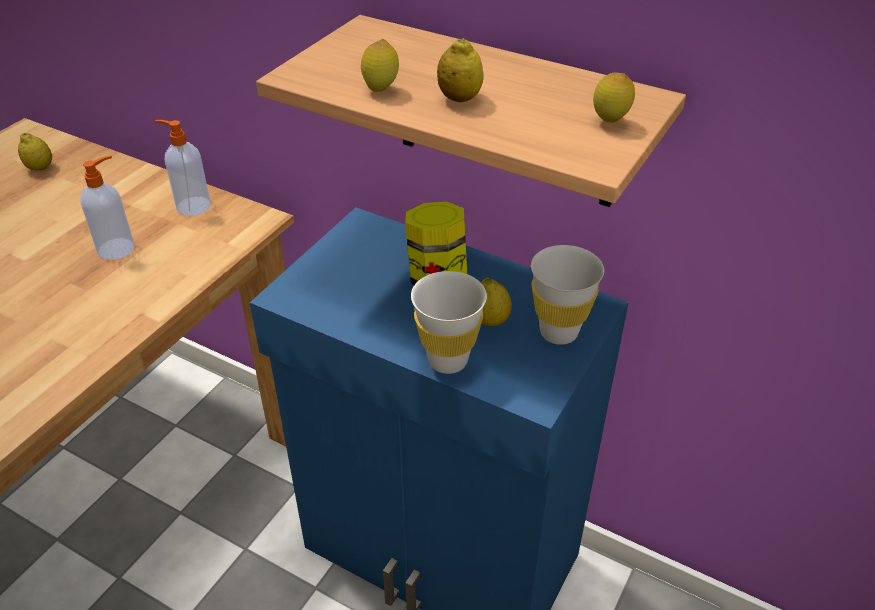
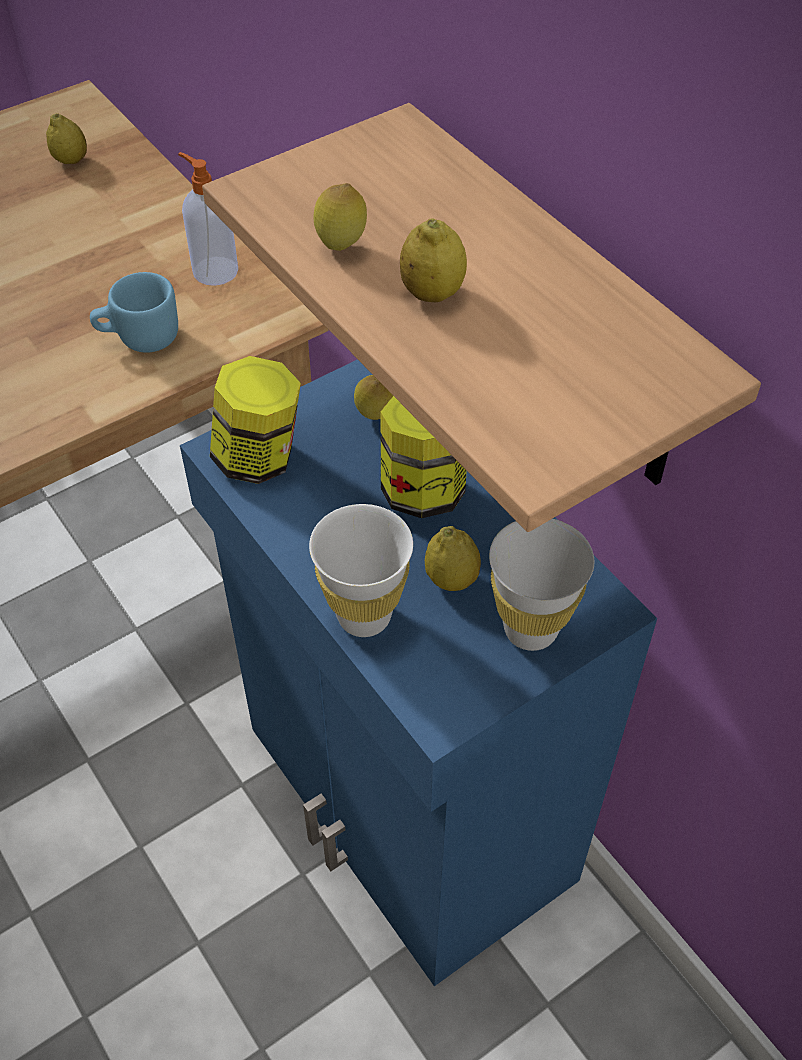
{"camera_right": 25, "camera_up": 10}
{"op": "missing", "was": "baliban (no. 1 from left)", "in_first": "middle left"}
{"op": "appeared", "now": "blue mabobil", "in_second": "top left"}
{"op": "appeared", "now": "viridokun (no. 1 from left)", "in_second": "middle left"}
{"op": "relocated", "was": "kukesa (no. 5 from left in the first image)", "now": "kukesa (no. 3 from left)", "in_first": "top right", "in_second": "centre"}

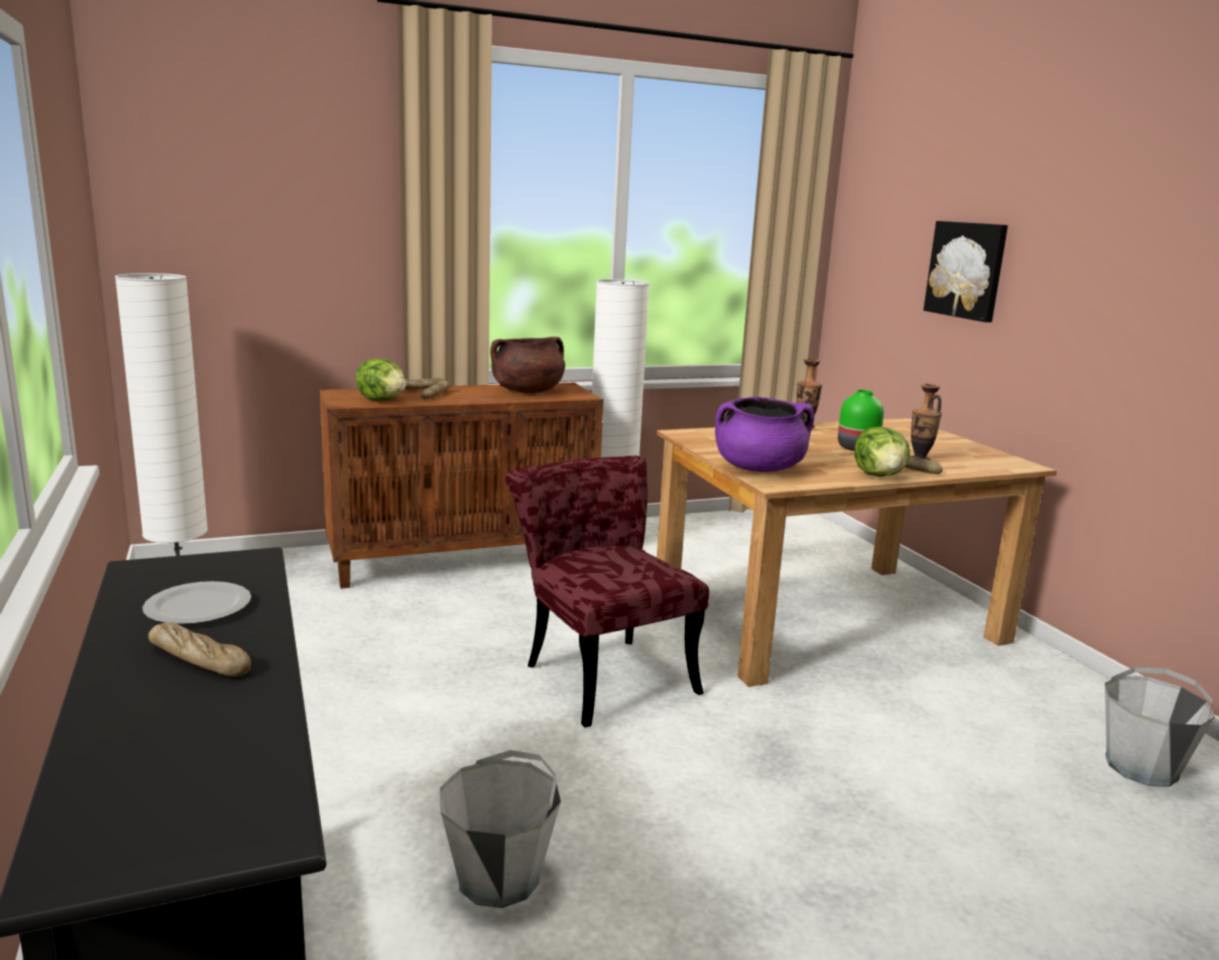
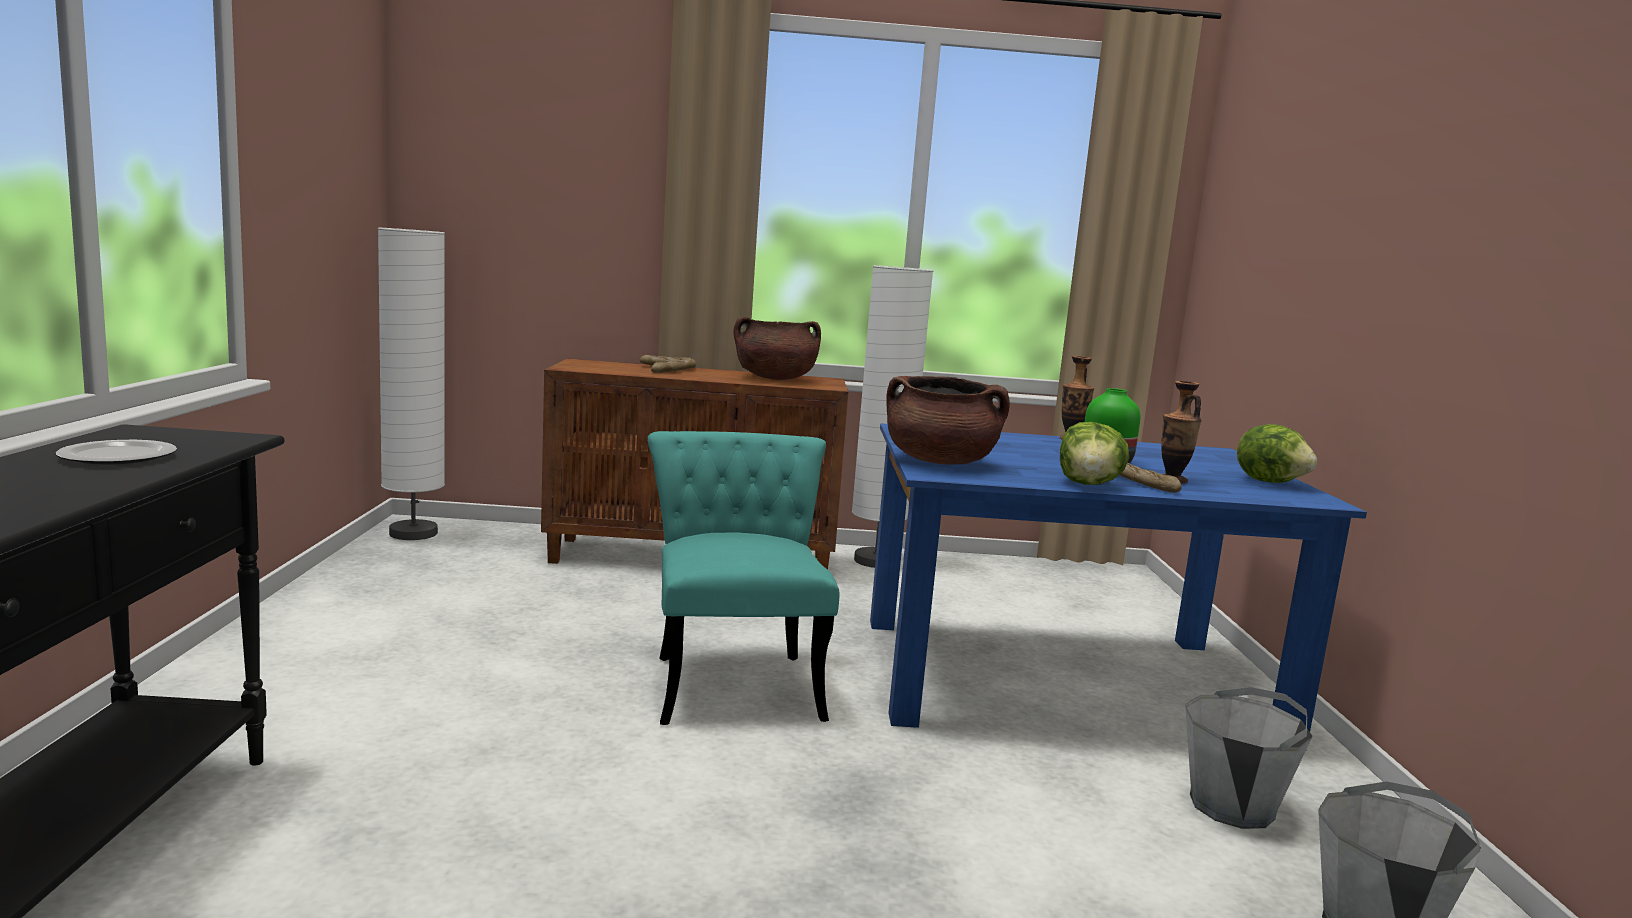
{"camera_right": 20, "camera_up": -5}
{"op": "missing", "was": "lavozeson (no. 1 from left)", "in_first": "bottom left"}
{"op": "missing", "was": "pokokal", "in_first": "top right"}
{"op": "relocated", "was": "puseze (no. 1 from left in the first image)", "now": "puseze (no. 2 from left)", "in_first": "middle left", "in_second": "middle right"}
{"op": "relocated", "was": "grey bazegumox (no. 1 from left)", "in_first": "bottom centre", "in_second": "bottom right"}
{"op": "colour", "was": "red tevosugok", "now": "turquoise tevosugok", "in_first": "centre", "in_second": "centre"}
{"op": "colour", "was": "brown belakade", "now": "blue belakade", "in_first": "middle right", "in_second": "middle right"}
{"op": "colour", "was": "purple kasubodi", "now": "brown kasubodi (no. 2 from left)", "in_first": "centre", "in_second": "centre"}

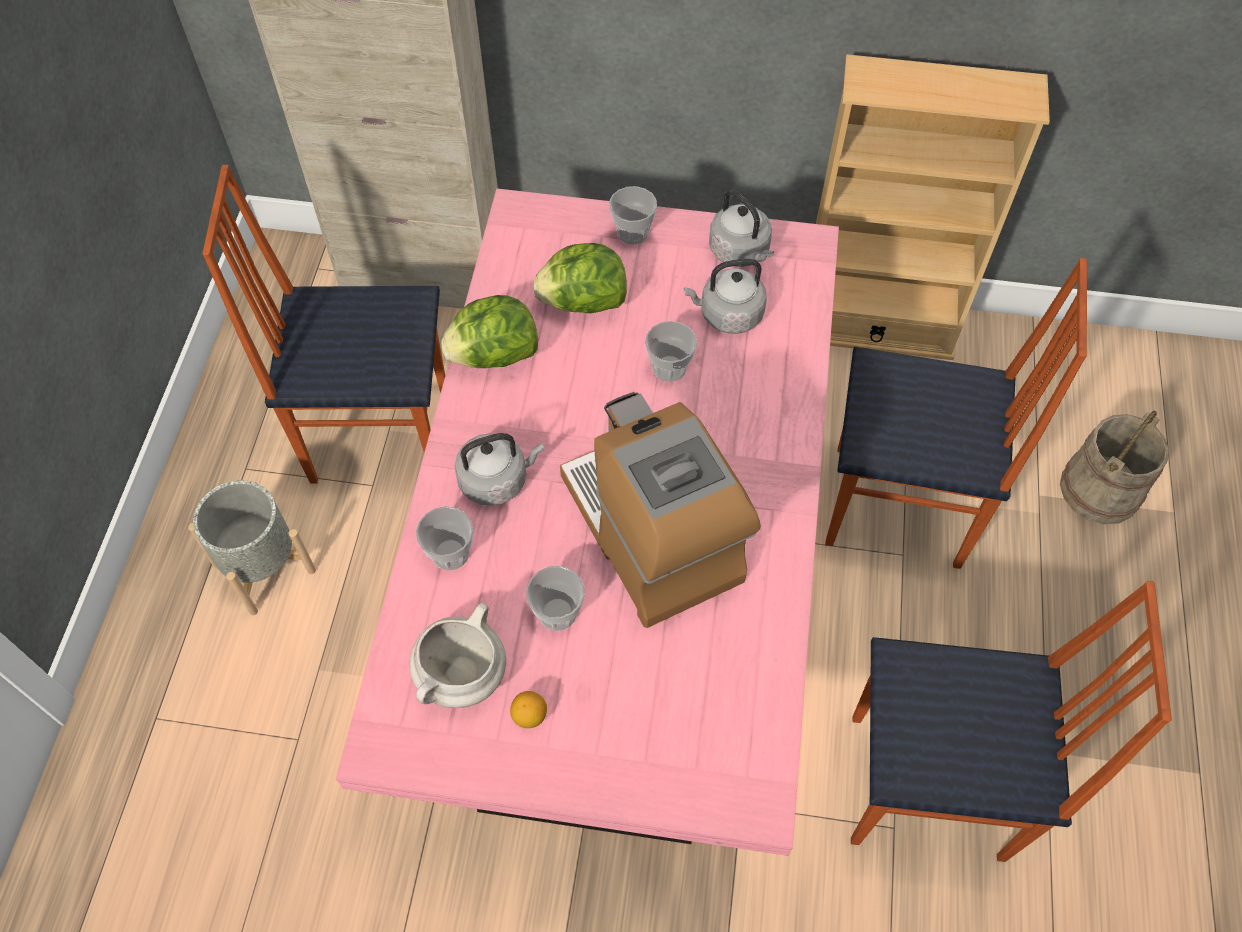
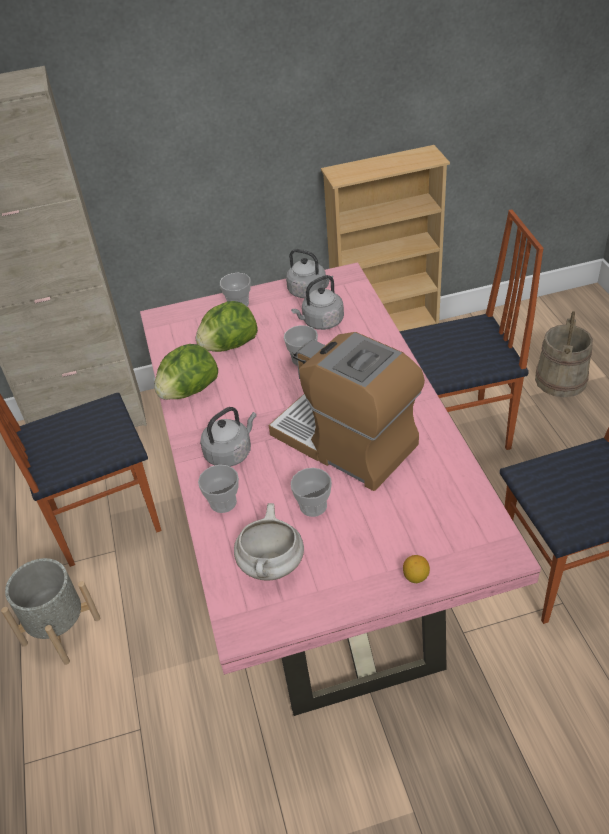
{"camera_right": -20, "camera_up": -15}
{"op": "relocated", "was": "kukesa", "in_first": "bottom centre", "in_second": "bottom right"}

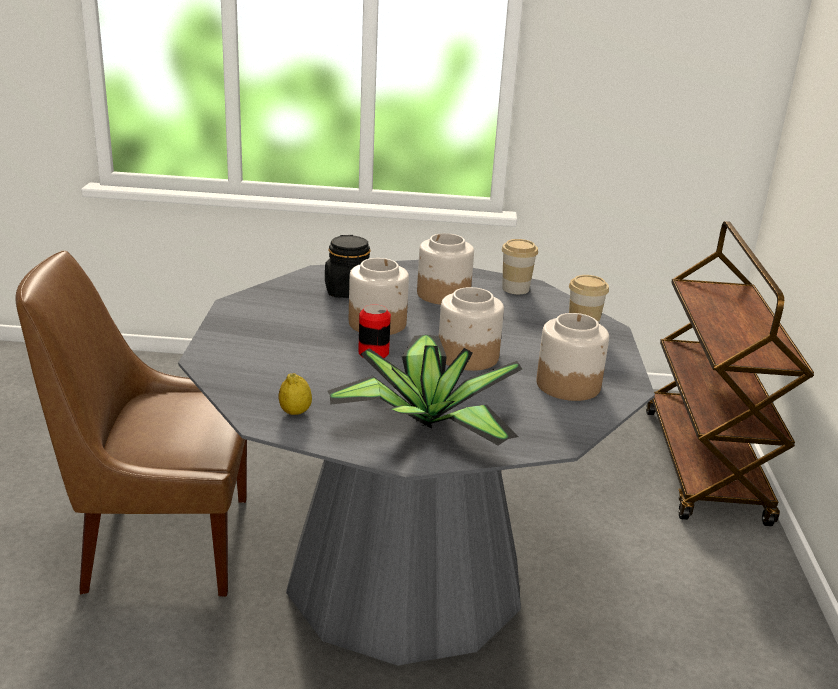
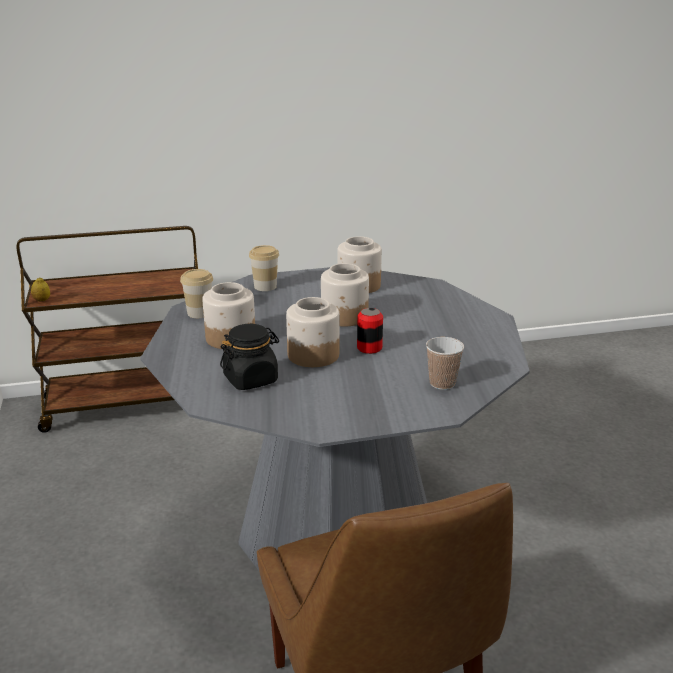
{"camera_right": -105, "camera_up": 0}
{"op": "missing", "was": "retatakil", "in_first": "centre"}
{"op": "appeared", "now": "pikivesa (no. 3 from left)", "in_second": "centre"}
{"op": "relocated", "was": "kukesa", "in_first": "centre", "in_second": "middle left"}

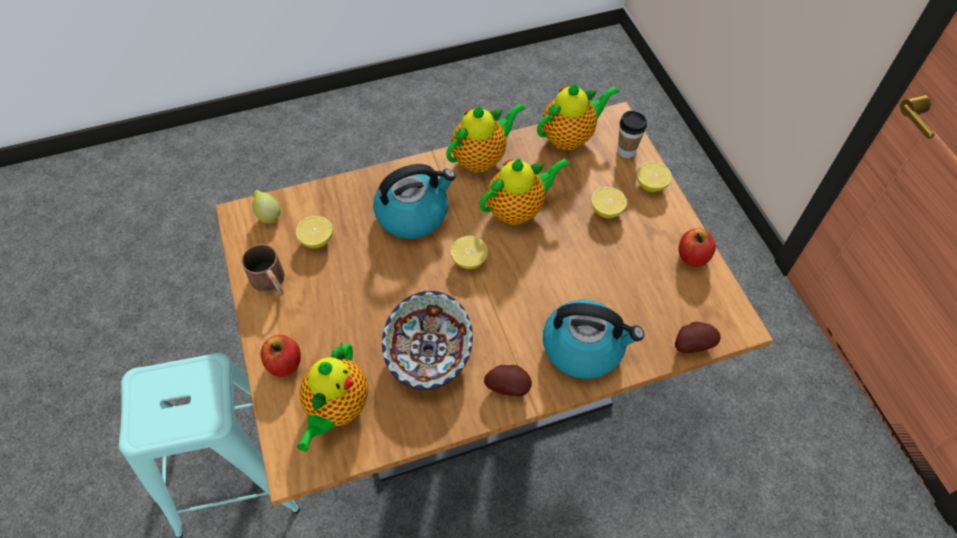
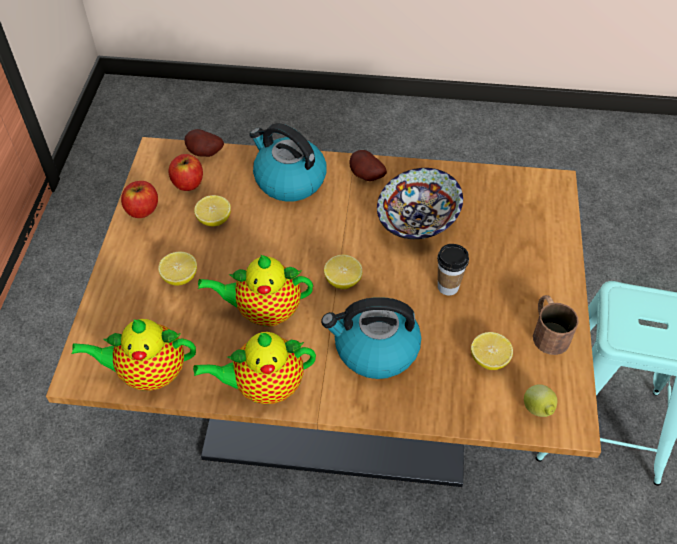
{"camera_right": -155, "camera_up": -5}
{"op": "missing", "was": "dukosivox (no. 1 from left)", "in_first": "bottom centre"}
{"op": "relocated", "was": "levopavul (no. 1 from left in the first image)", "now": "levopavul (no. 2 from left)", "in_first": "middle left", "in_second": "top left"}
{"op": "relocated", "was": "pikivesa", "in_first": "top centre", "in_second": "middle right"}
{"op": "relocated", "was": "kukesa (no. 5 from left in the first image)", "now": "kukesa (no. 2 from left)", "in_first": "top right", "in_second": "middle left"}

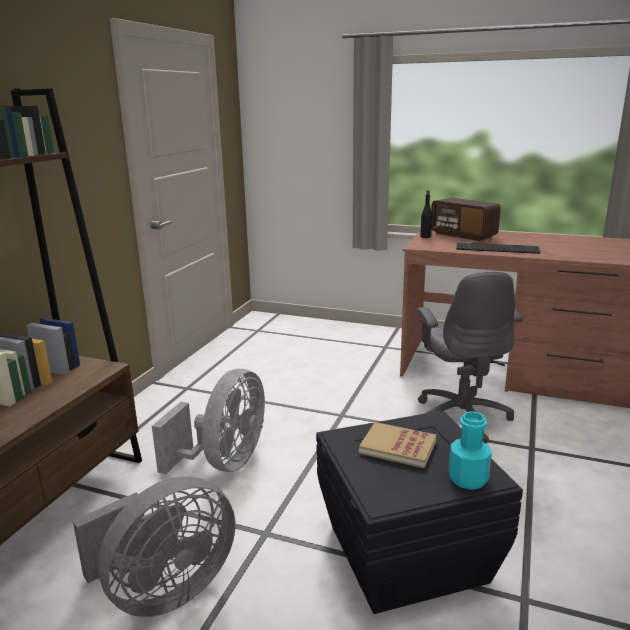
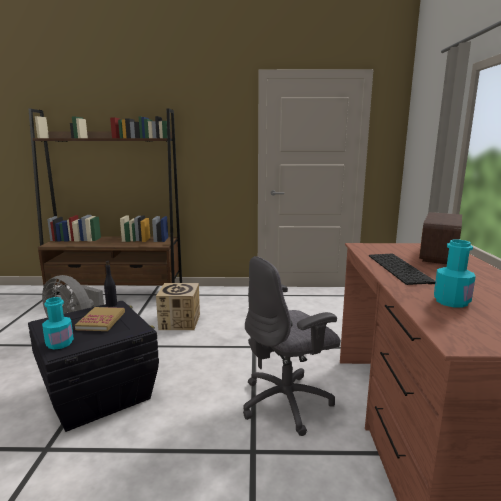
{"camera_right": 70, "camera_up": -5}
{"op": "appeared", "now": "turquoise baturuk (no. 2 from left)", "in_second": "middle right"}
{"op": "relocated", "was": "black baturuk", "in_first": "middle right", "in_second": "middle left"}
{"op": "exchanged", "was": "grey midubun (no. 2 from left)", "now": "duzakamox", "in_first": "bottom left", "in_second": "centre"}

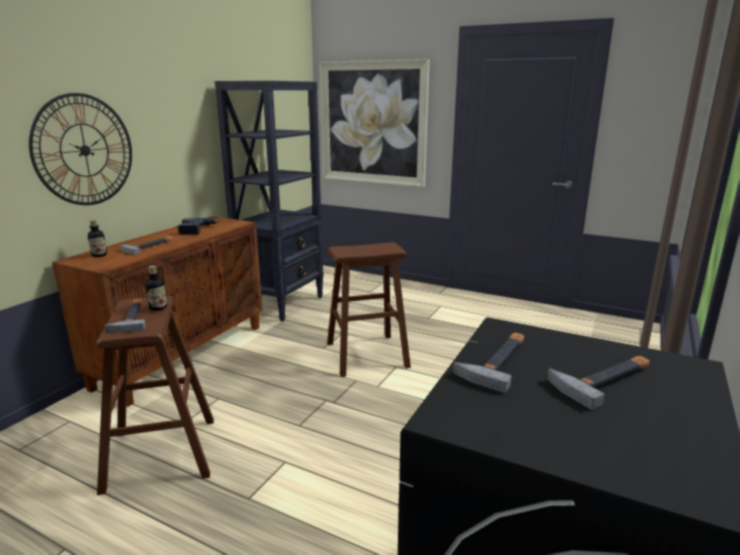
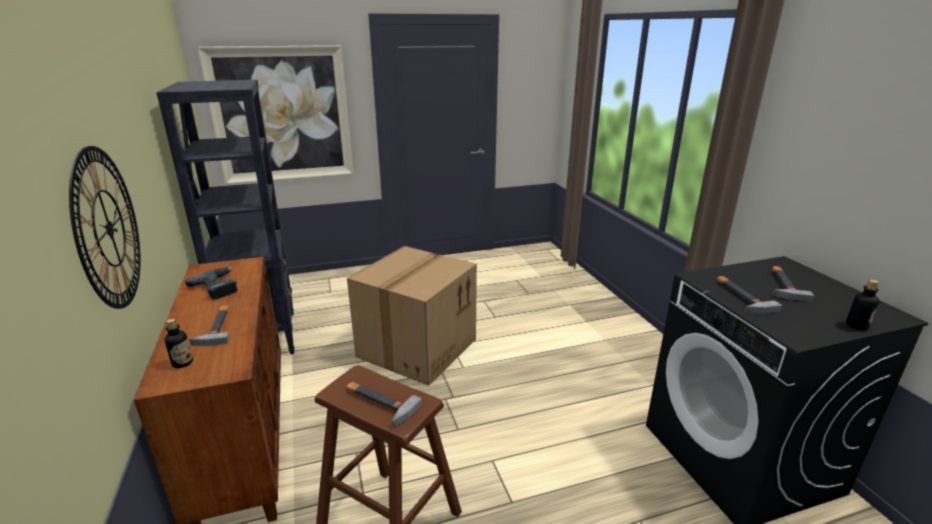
{"camera_right": -45, "camera_up": 5}
{"op": "relocated", "was": "baturuk (no. 2 from left)", "in_first": "middle left", "in_second": "middle right"}
{"op": "exchanged", "was": "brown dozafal (no. 2 from left)", "now": "duzakamox", "in_first": "centre", "in_second": "centre"}

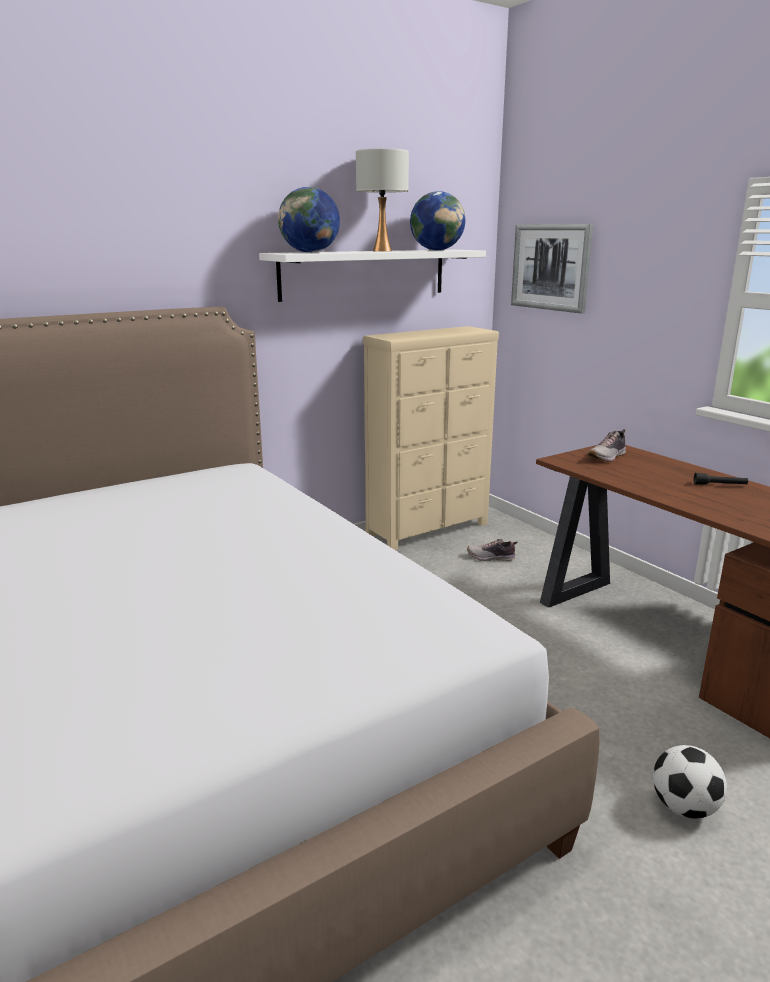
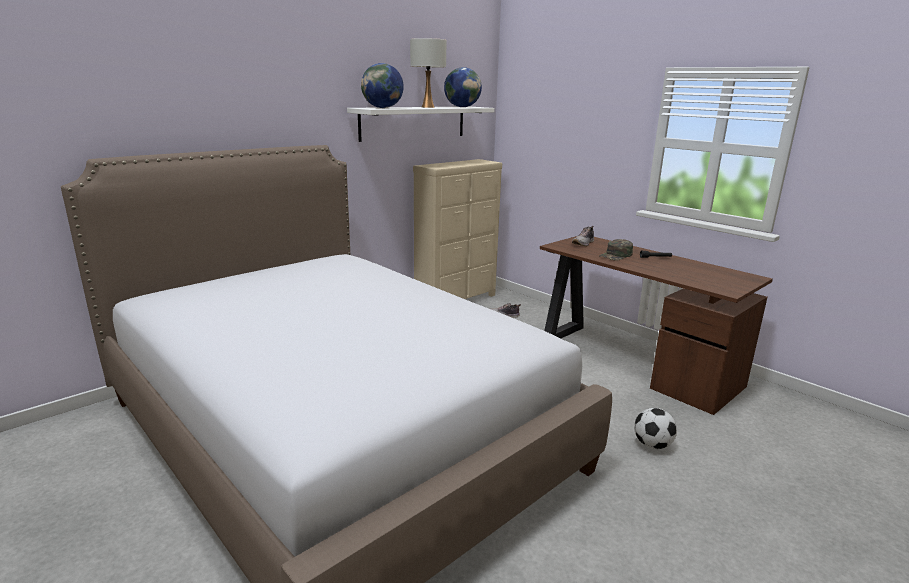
{"camera_right": -10, "camera_up": 0}
{"op": "missing", "was": "pokokal", "in_first": "top right"}
{"op": "appeared", "now": "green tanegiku", "in_second": "middle right"}

